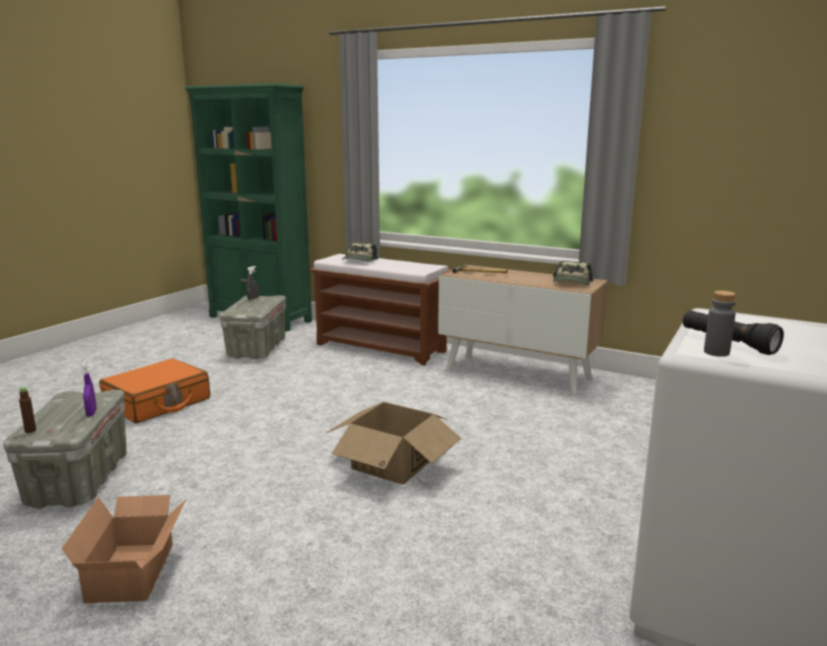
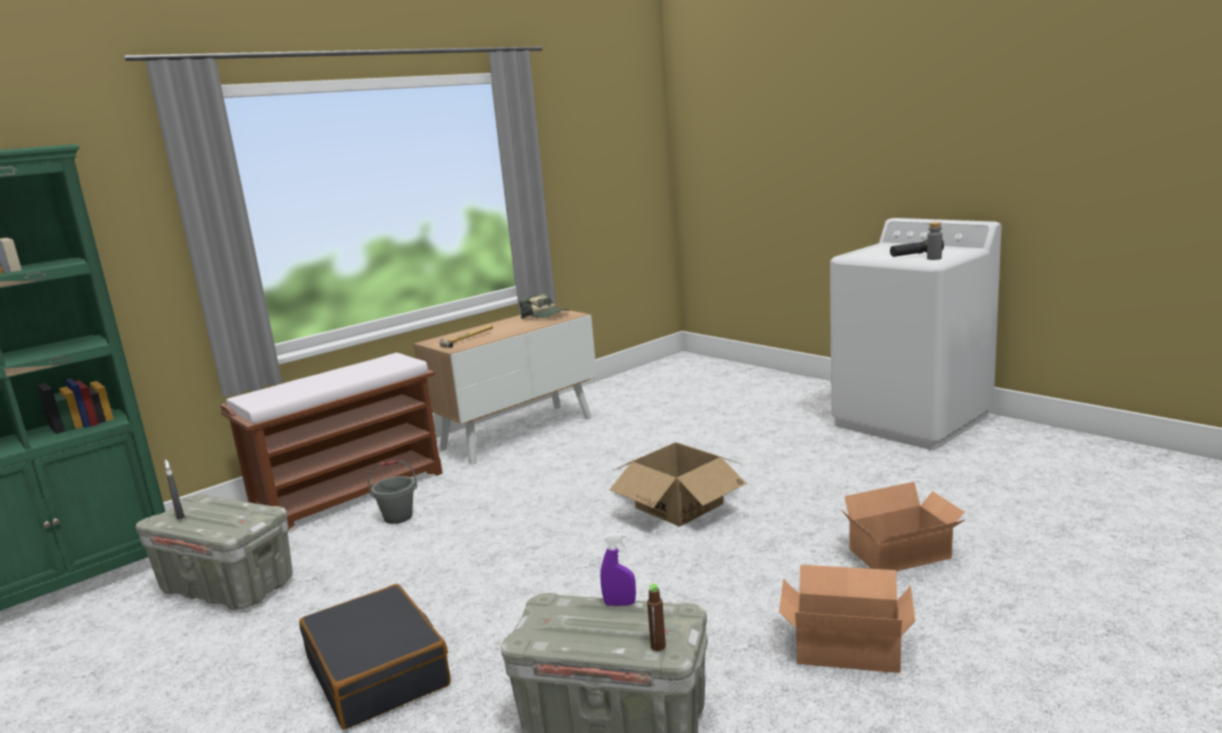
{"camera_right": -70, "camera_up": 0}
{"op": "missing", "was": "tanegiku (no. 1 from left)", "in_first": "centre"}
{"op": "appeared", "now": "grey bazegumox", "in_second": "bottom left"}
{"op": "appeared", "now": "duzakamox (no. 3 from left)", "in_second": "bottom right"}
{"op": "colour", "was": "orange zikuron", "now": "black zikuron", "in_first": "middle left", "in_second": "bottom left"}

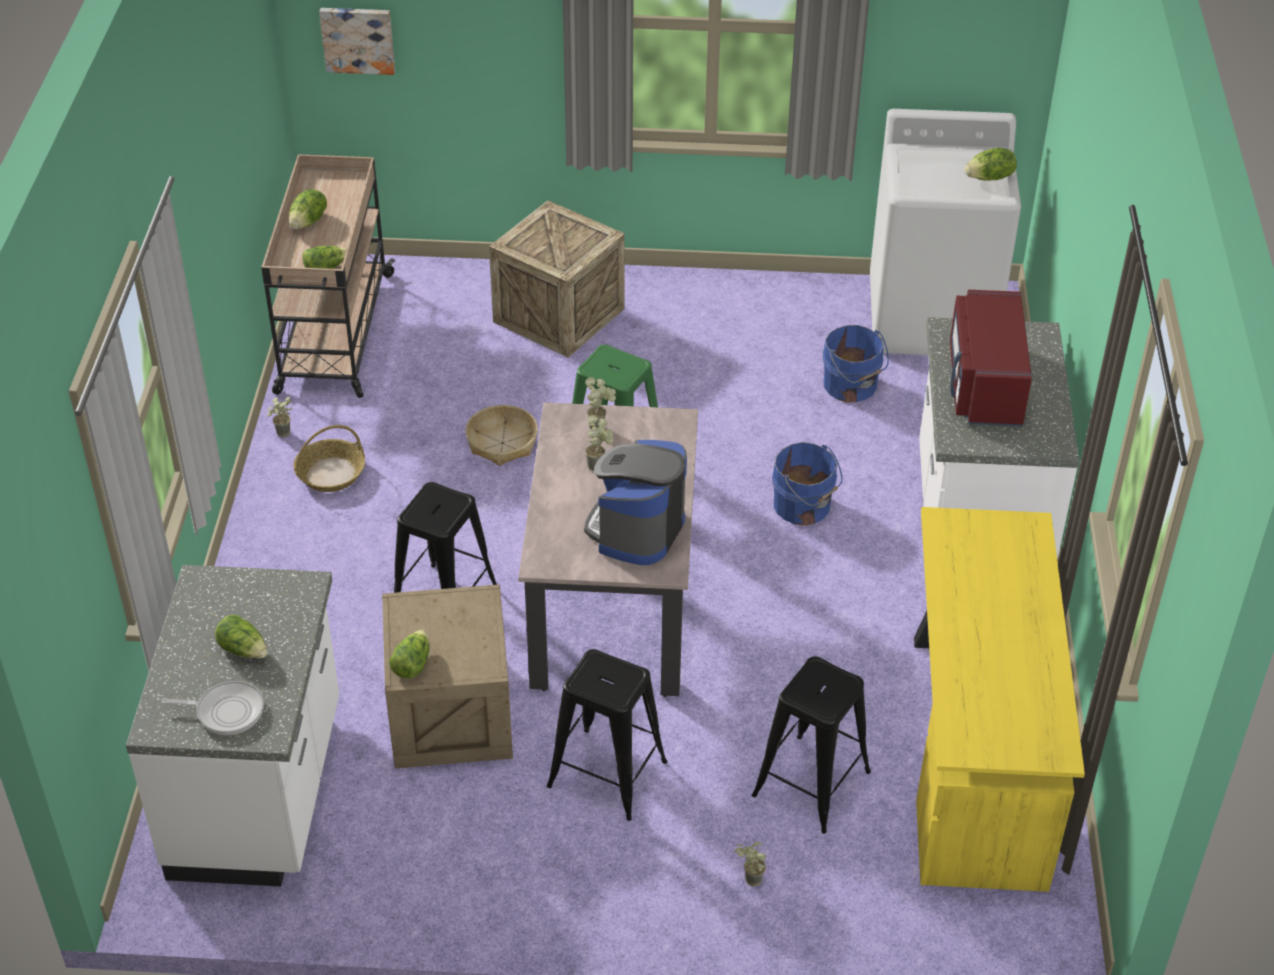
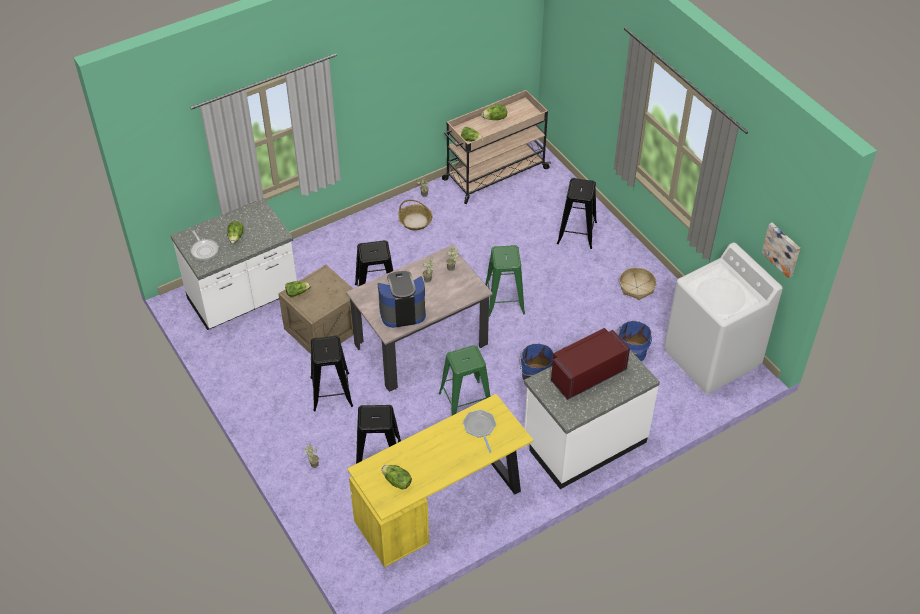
{"camera_right": 55, "camera_up": 5}
{"op": "appeared", "now": "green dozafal (no. 1 from left)", "in_second": "centre"}
{"op": "appeared", "now": "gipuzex (no. 2 from left)", "in_second": "bottom centre"}
{"op": "relocated", "was": "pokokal", "in_first": "top left", "in_second": "middle right"}
{"op": "relocated", "was": "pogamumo (no. 2 from left)", "in_first": "centre", "in_second": "middle right"}
{"op": "relocated", "was": "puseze (no. 5 from left in the first image)", "now": "puseze (no. 3 from left)", "in_first": "top right", "in_second": "bottom centre"}
{"op": "exchanged", "was": "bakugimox (no. 2 from left)", "now": "black dozafal (no. 4 from left)", "in_first": "top centre", "in_second": "centre"}

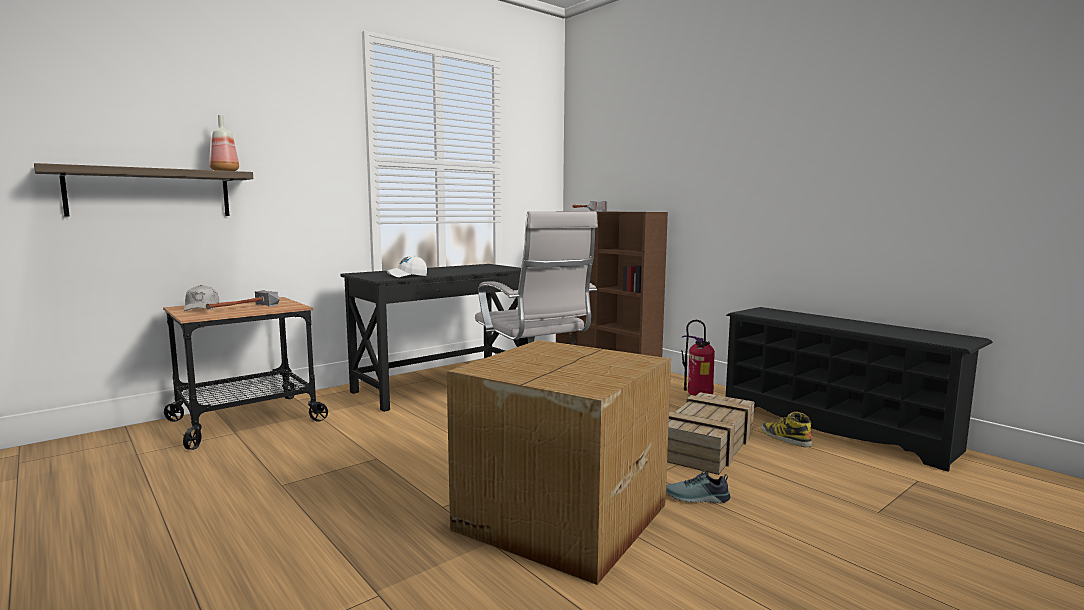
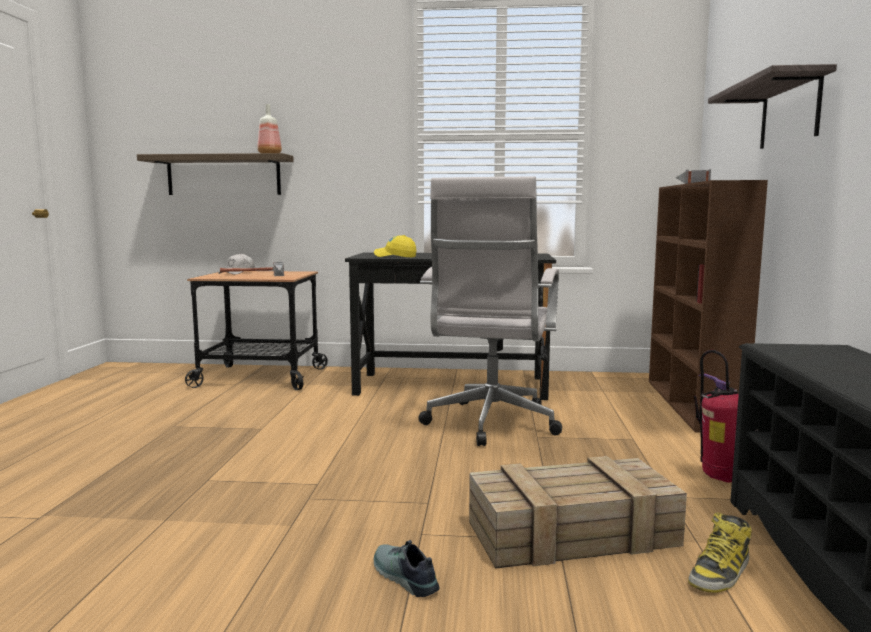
{"camera_right": 45, "camera_up": 0}
{"op": "missing", "was": "duzakamox", "in_first": "bottom centre"}
{"op": "appeared", "now": "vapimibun (no. 2 from left)", "in_second": "top right"}
{"op": "colour", "was": "white tanegiku (no. 2 from left)", "now": "yellow tanegiku", "in_first": "centre", "in_second": "centre"}
{"op": "spun", "was": "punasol", "in_first": "bottom right", "in_second": "bottom right", "clockwise": -150}

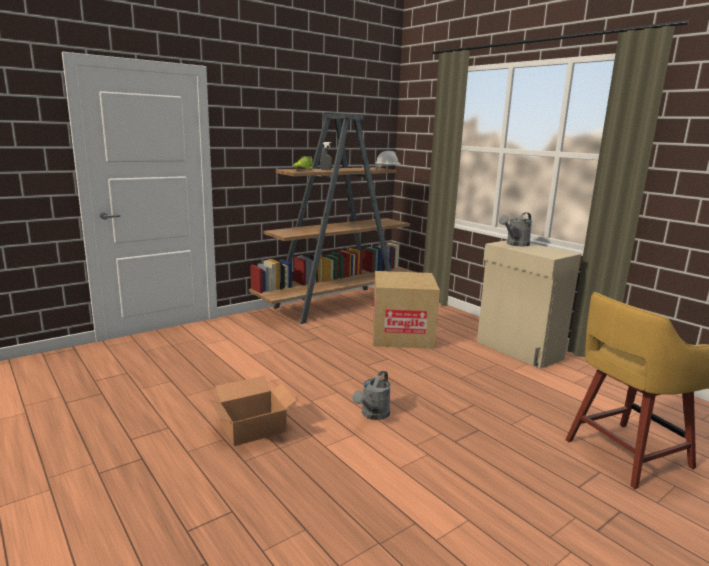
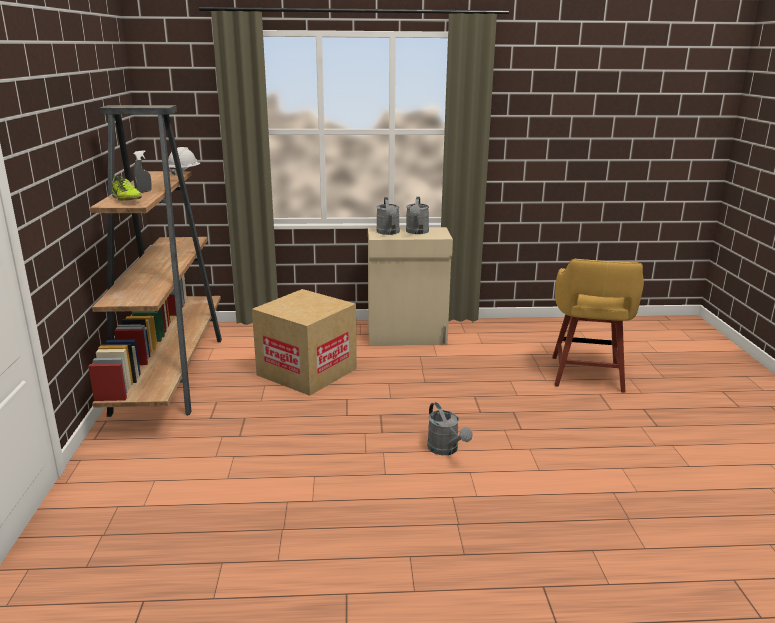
{"camera_right": -55, "camera_up": 5}
{"op": "missing", "was": "duzakamox (no. 1 from left)", "in_first": "bottom centre"}
{"op": "appeared", "now": "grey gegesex (no. 2 from left)", "in_second": "centre"}

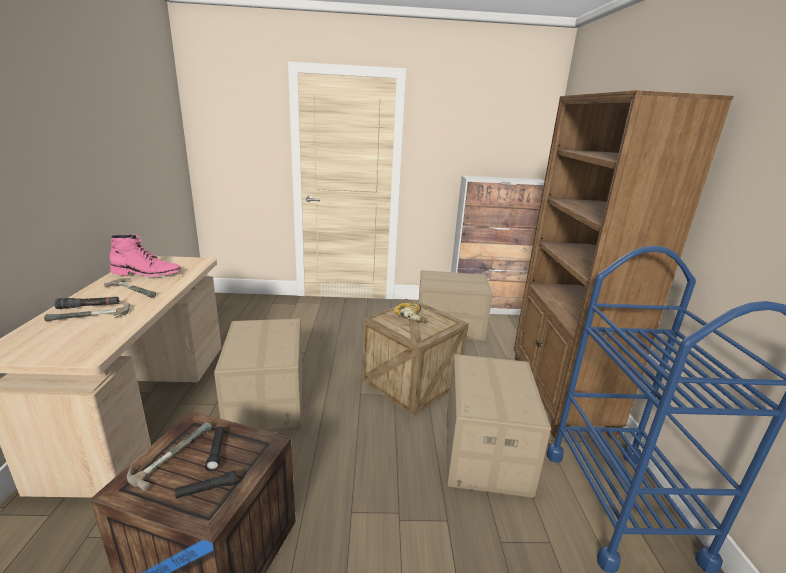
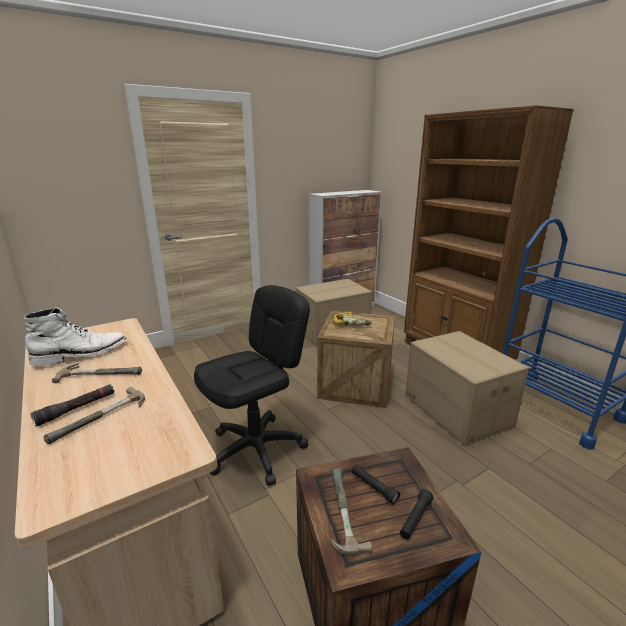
{"camera_right": -30, "camera_up": 0}
{"op": "exchanged", "was": "duzakamox (no. 1 from left)", "now": "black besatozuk", "in_first": "middle left", "in_second": "centre"}
{"op": "colour", "was": "pink punasol", "now": "white punasol", "in_first": "middle left", "in_second": "middle left"}

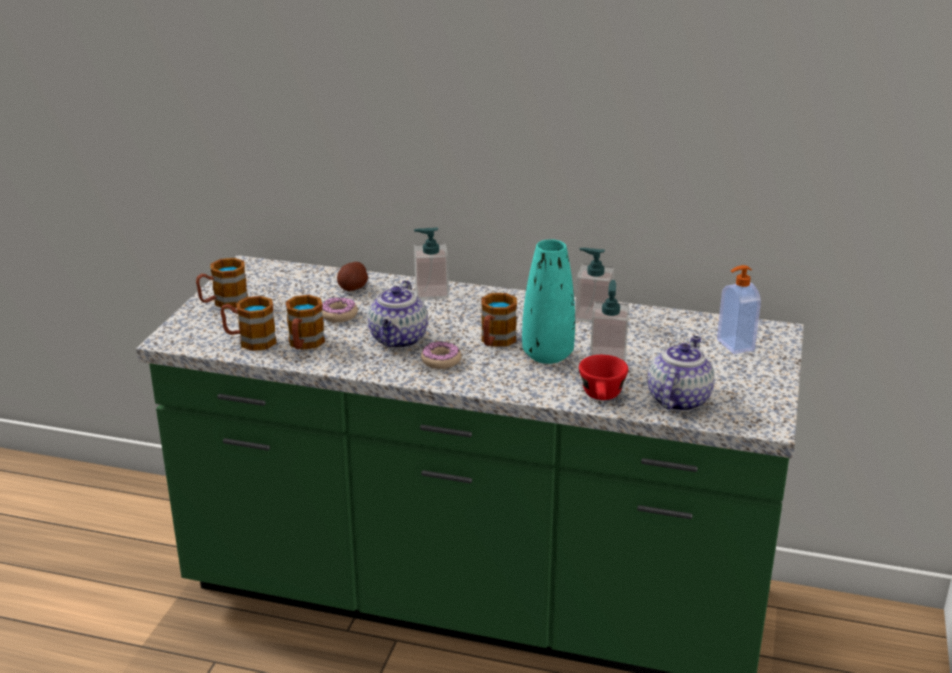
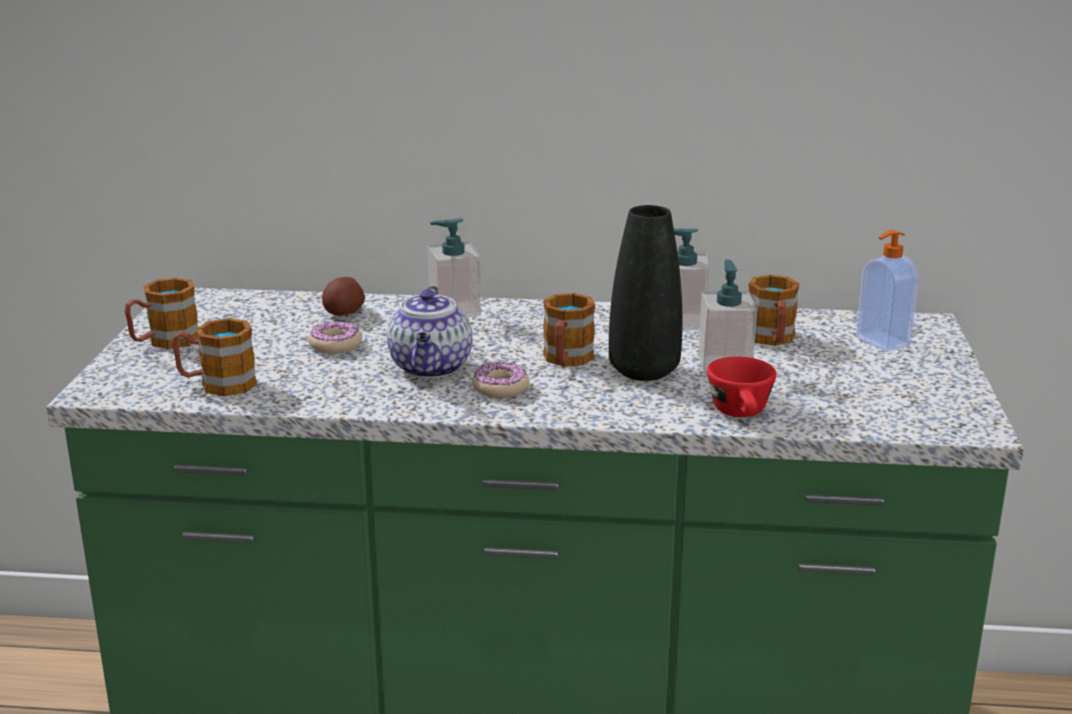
{"camera_right": -10, "camera_up": -5}
{"op": "missing", "was": "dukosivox (no. 2 from left)", "in_first": "middle right"}
{"op": "relocated", "was": "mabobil (no. 3 from left in the first image)", "now": "mabobil (no. 4 from left)", "in_first": "middle left", "in_second": "middle right"}
{"op": "colour", "was": "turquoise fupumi", "now": "black fupumi", "in_first": "centre", "in_second": "centre"}

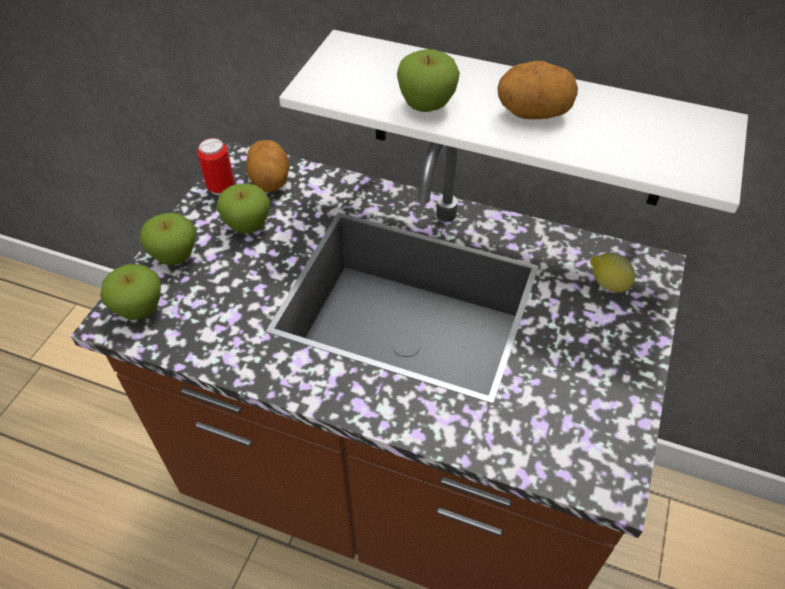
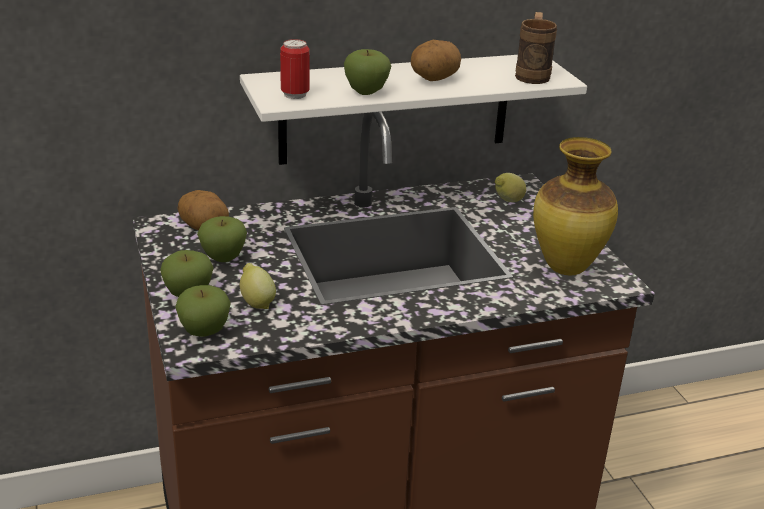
{"camera_right": -40, "camera_up": -20}
{"op": "appeared", "now": "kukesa (no. 1 from left)", "in_second": "centre"}
{"op": "appeared", "now": "brown mabobil", "in_second": "top right"}
{"op": "appeared", "now": "fupumi", "in_second": "middle right"}
{"op": "relocated", "was": "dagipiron", "in_first": "top left", "in_second": "top centre"}

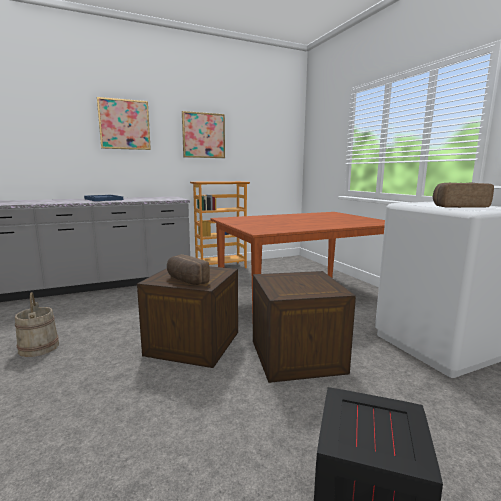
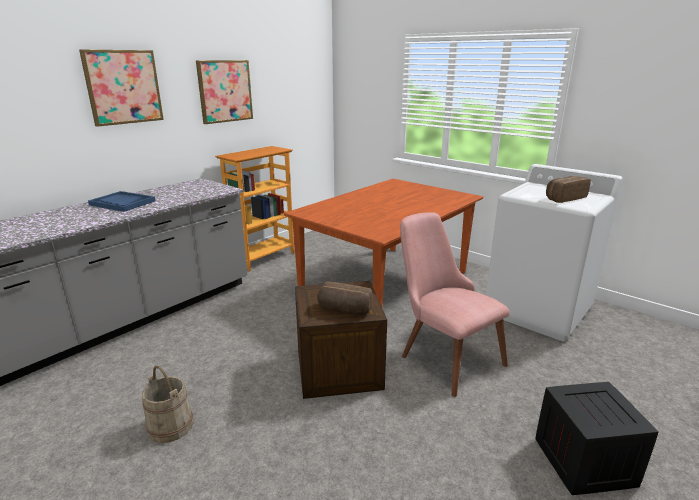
{"camera_right": -25, "camera_up": 10}
{"op": "exchanged", "was": "bakugimox (no. 2 from left)", "now": "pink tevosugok", "in_first": "centre", "in_second": "centre"}

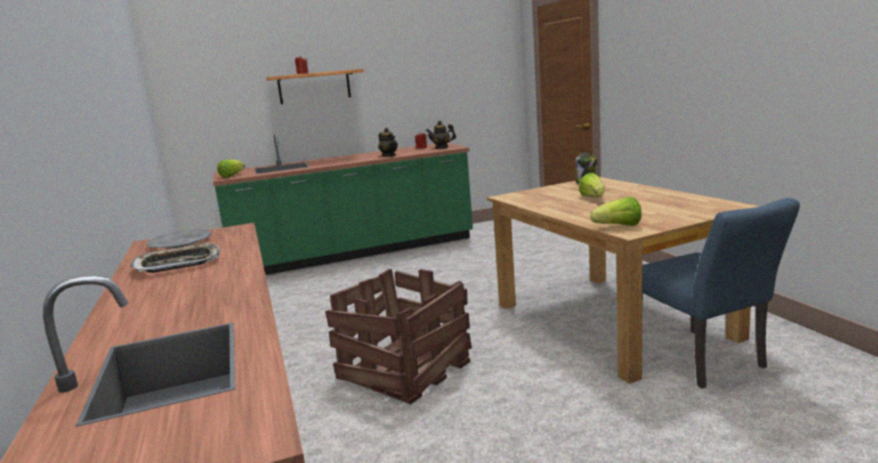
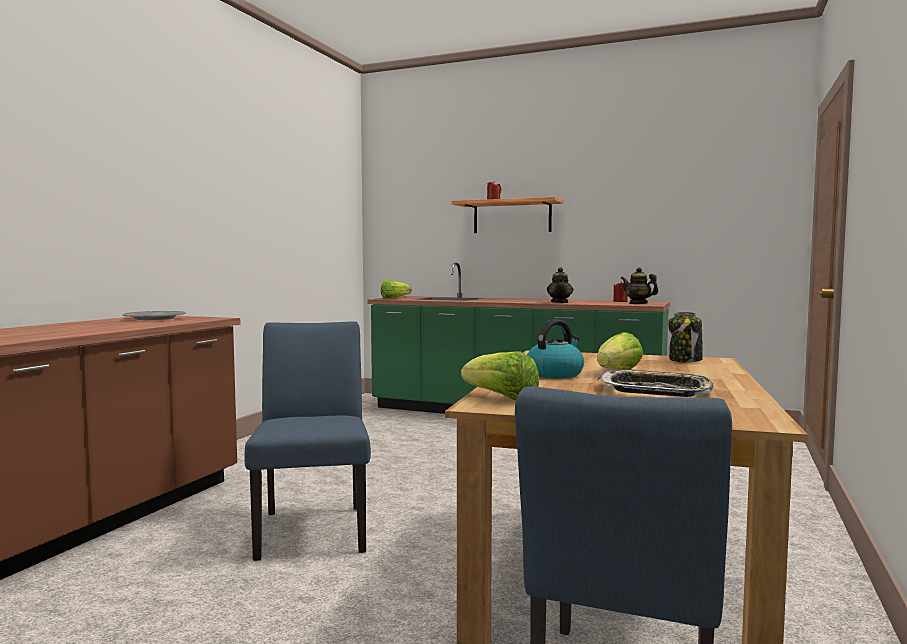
{"camera_right": 40, "camera_up": -10}
{"op": "appeared", "now": "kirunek", "in_second": "centre"}
{"op": "relocated", "was": "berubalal", "in_first": "middle left", "in_second": "middle right"}
{"op": "exchanged", "was": "bakugimox", "now": "blue tevosugok (no. 1 from left)", "in_first": "bottom centre", "in_second": "bottom centre"}

